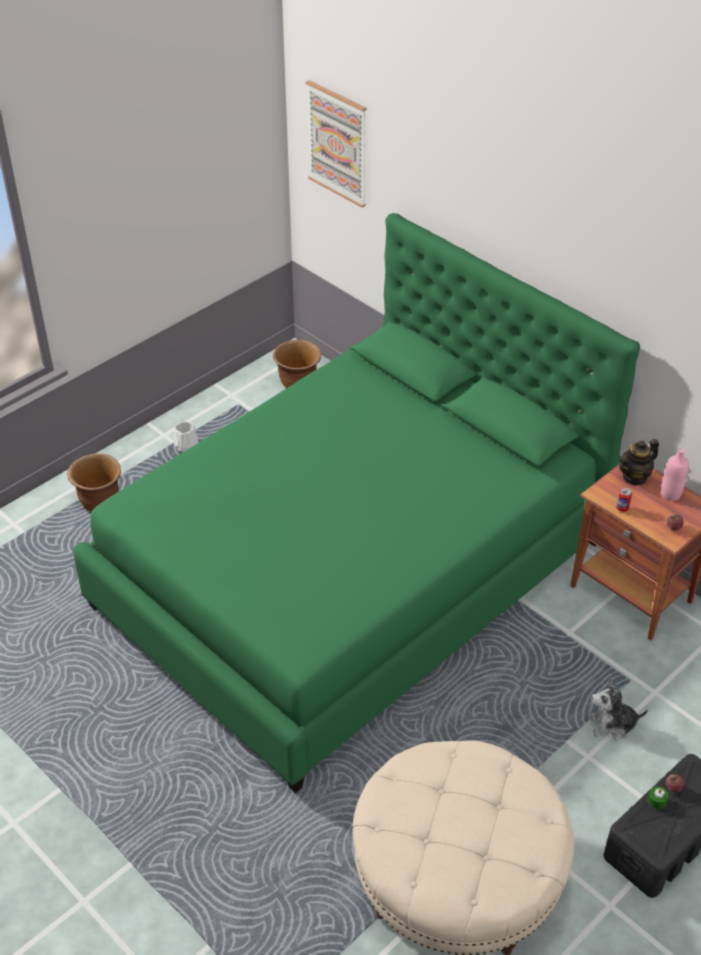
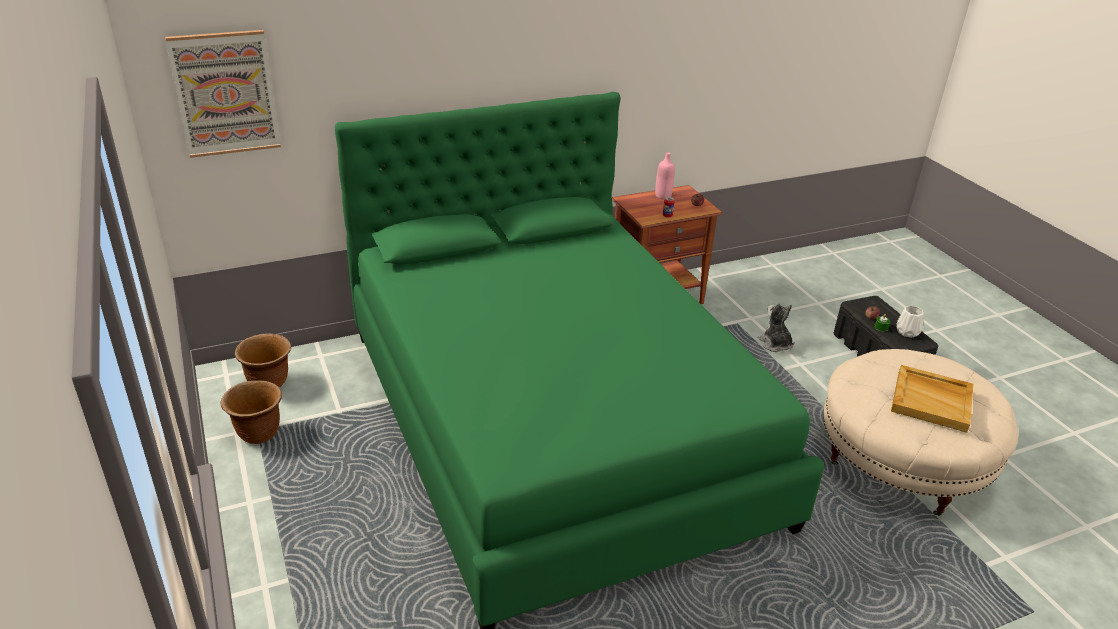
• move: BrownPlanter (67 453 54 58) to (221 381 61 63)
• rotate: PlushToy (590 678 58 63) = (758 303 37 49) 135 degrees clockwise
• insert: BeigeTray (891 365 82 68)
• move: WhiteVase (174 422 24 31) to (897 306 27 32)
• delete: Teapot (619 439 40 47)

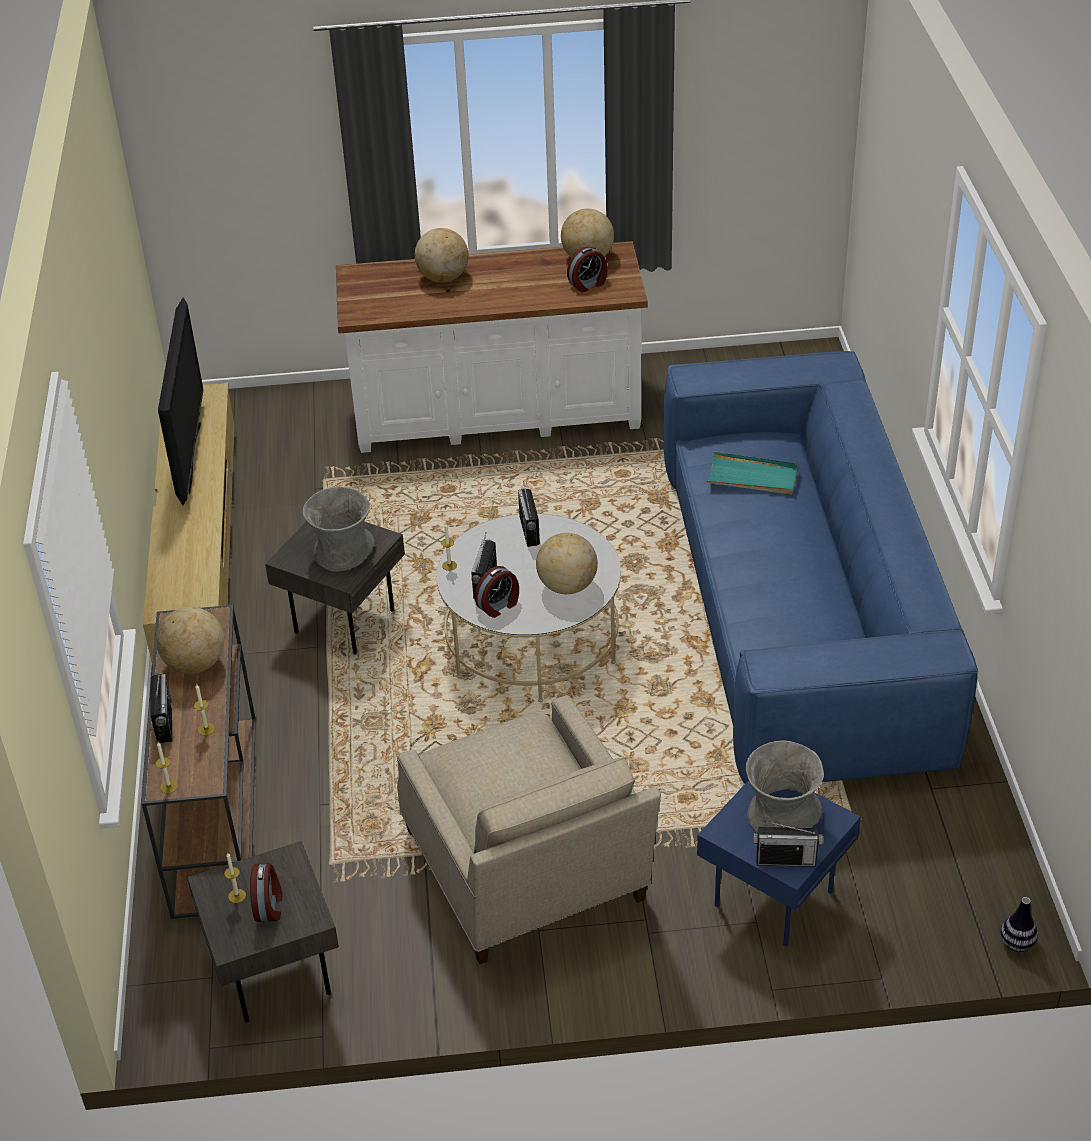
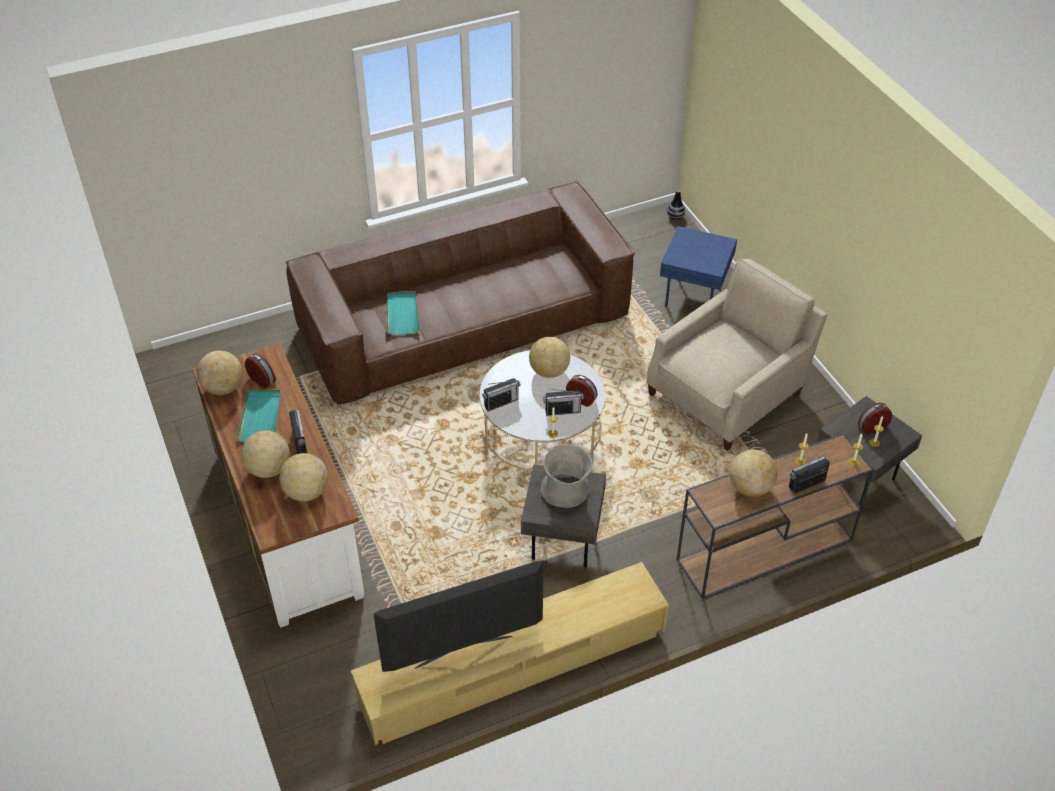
• insert: TurquoiseTray (236 390 45 53)
• insert: Globe (279 453 49 49)
• recolor: BlueSofa (664 351 314 432) to BrownSofa (286 181 349 224)
• move: Radio (753 821 70 46) to (289 409 18 45)
• delete: GreyVase (746 741 78 92)

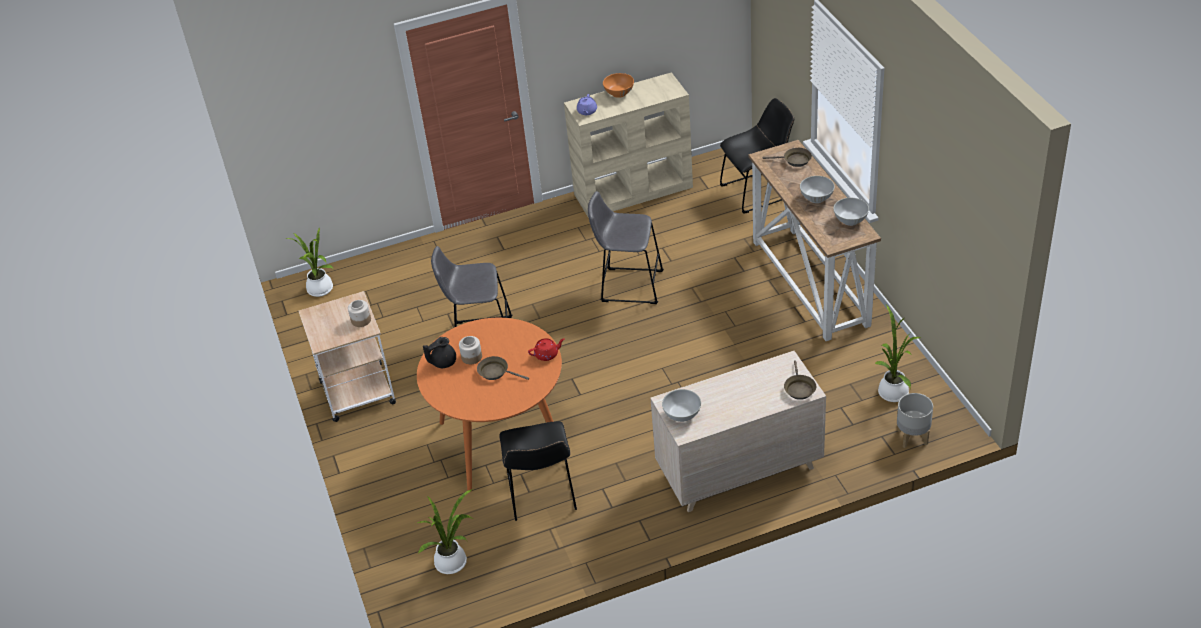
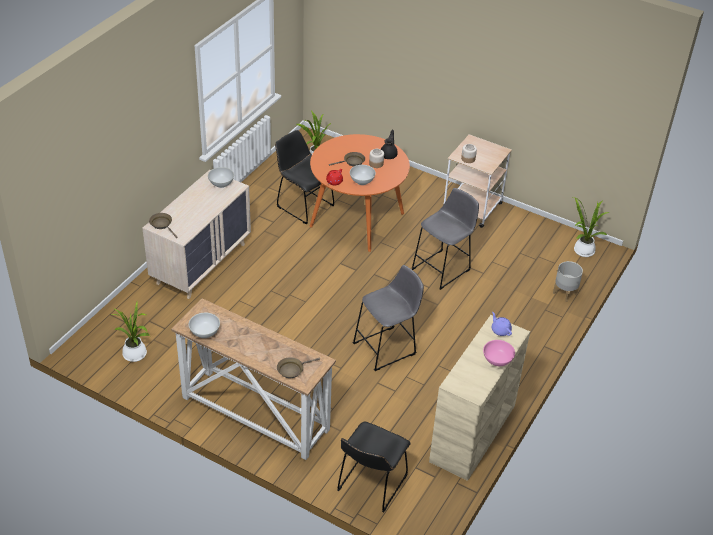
• move: WhiteBowl (800 176 35 27) to (350 165 26 20)
• recolor: OrangeBowl (603 73 31 25) to PinkBowl (483 340 32 26)
• move: GreyPlanter (897 393 36 55) to (553 261 30 41)

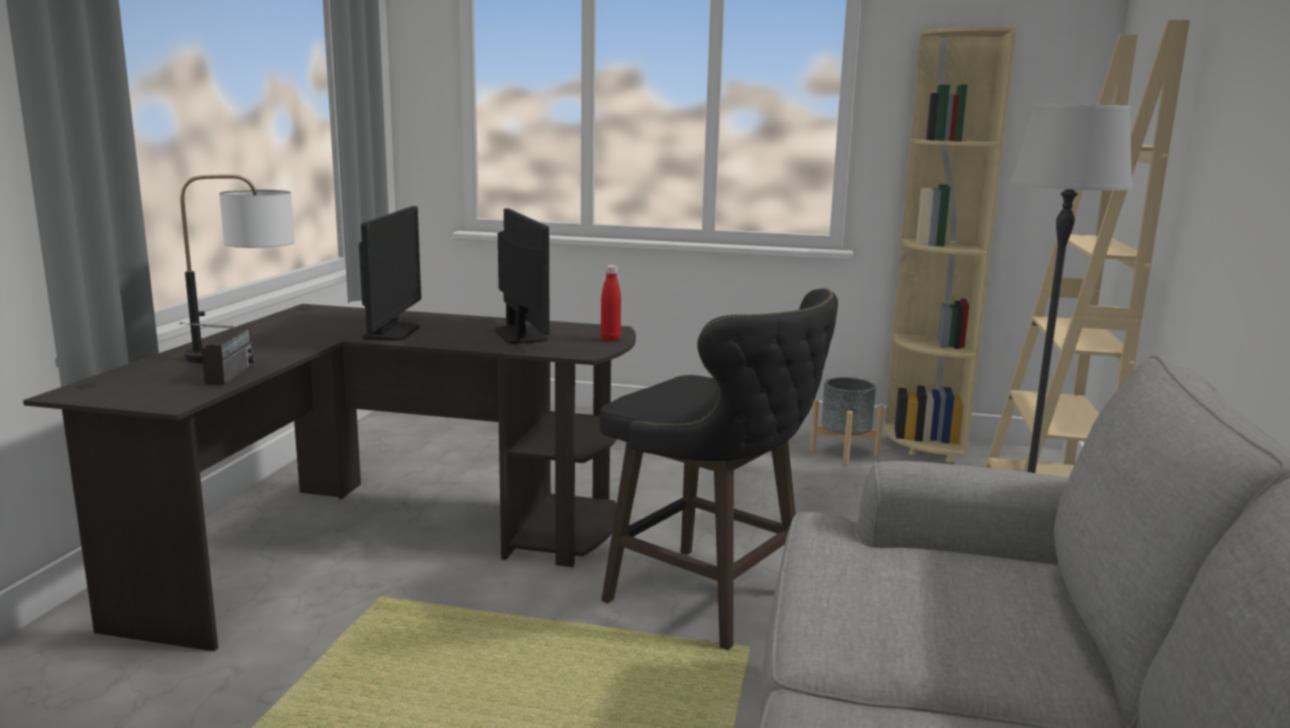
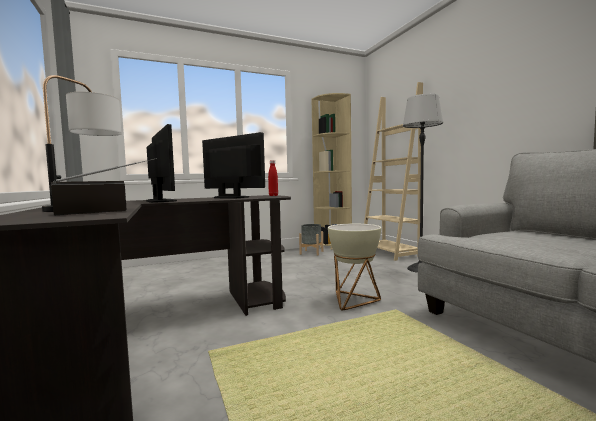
• rotate: Radio (180 322 76 63) = (51 158 106 57) 90 degrees counterclockwise
• replace: BlackStool (600 288 238 362) to Planter (328 224 53 87)

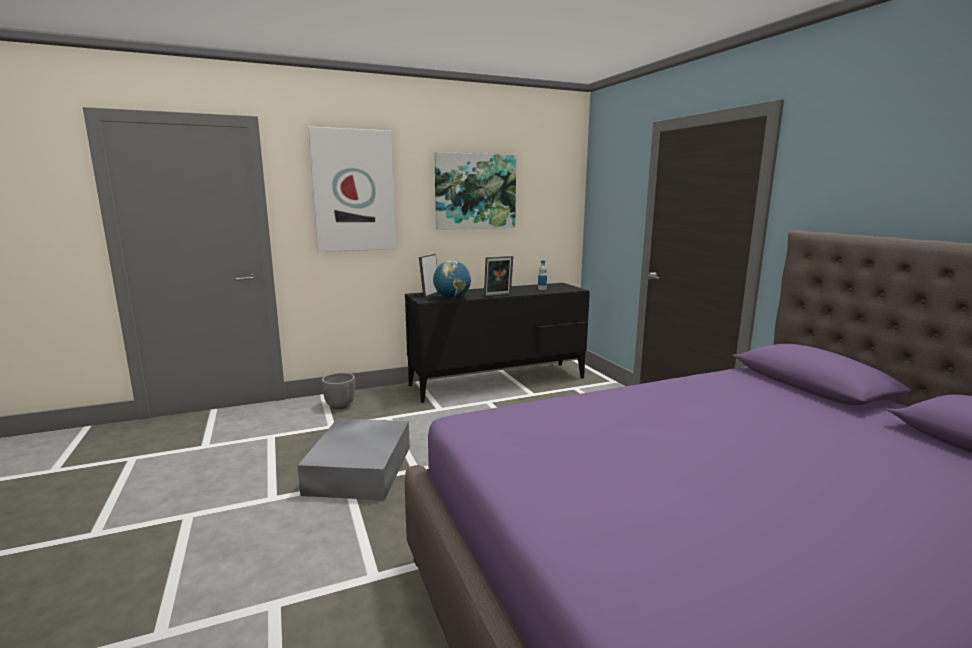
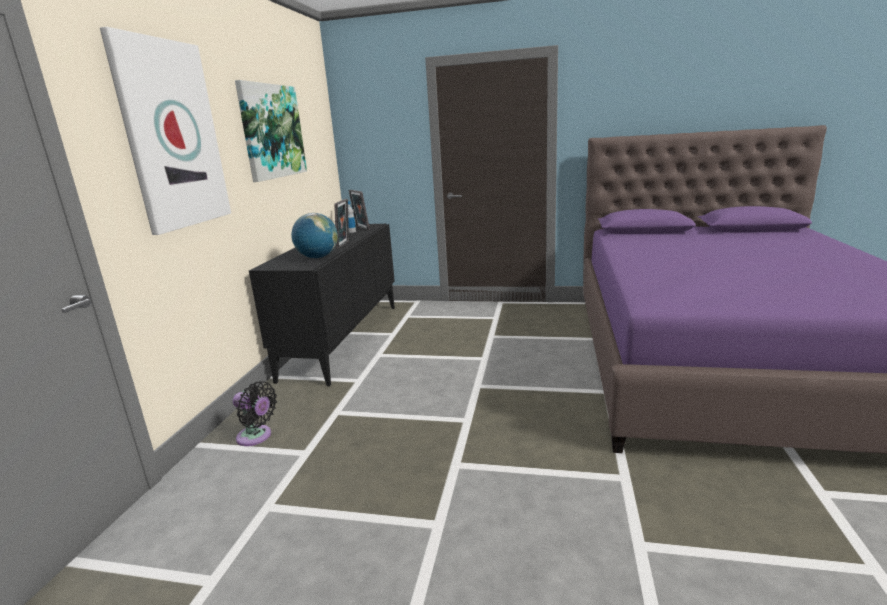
• replace: GreyPlanter (321 373 34 36) to BlackFan (233 381 44 65)
• move: PictureFrame (419 254 19 43) to (349 190 21 40)
• delete: GreyStorageBox (297 418 113 82)

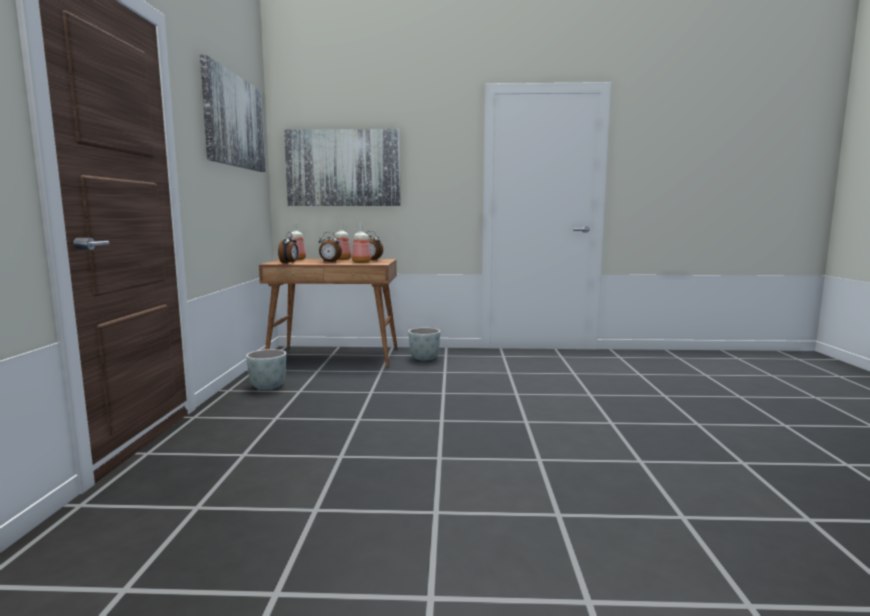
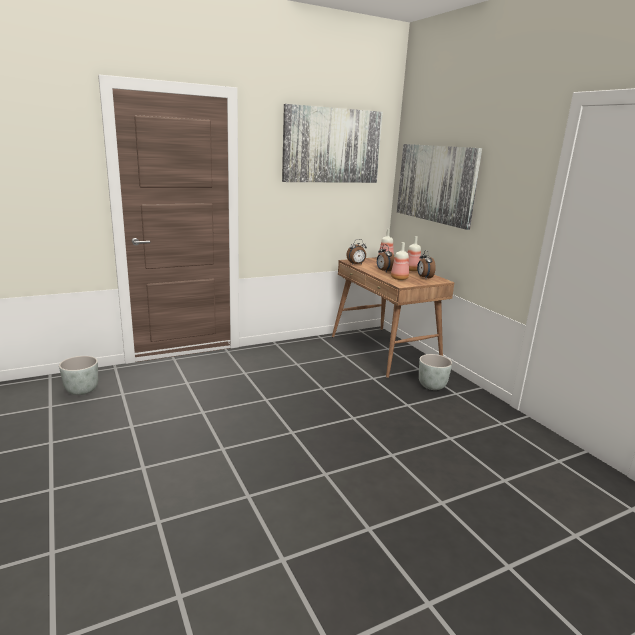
• move: GreyPlanter (246 349 40 41) to (59 356 39 39)

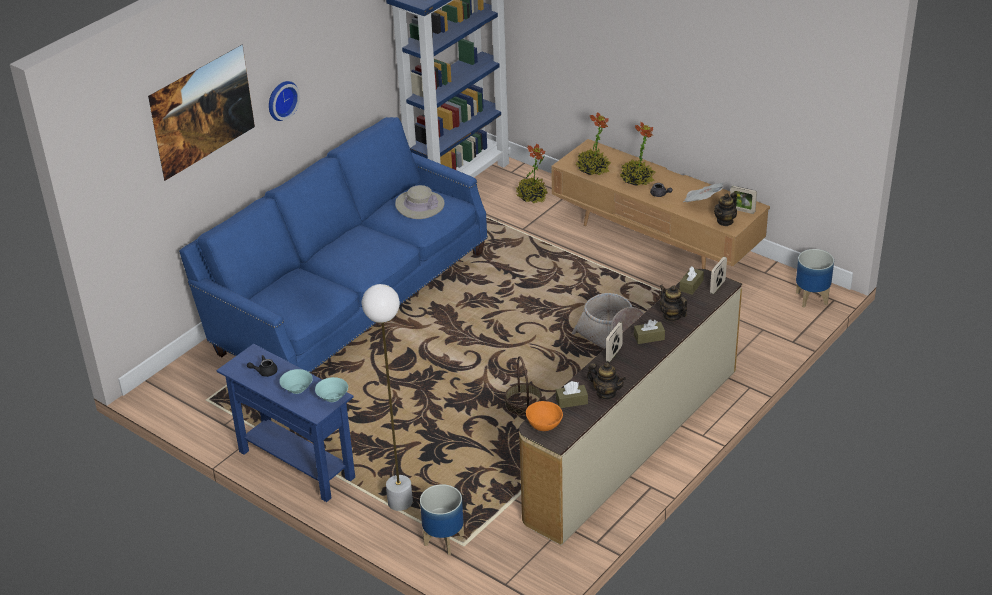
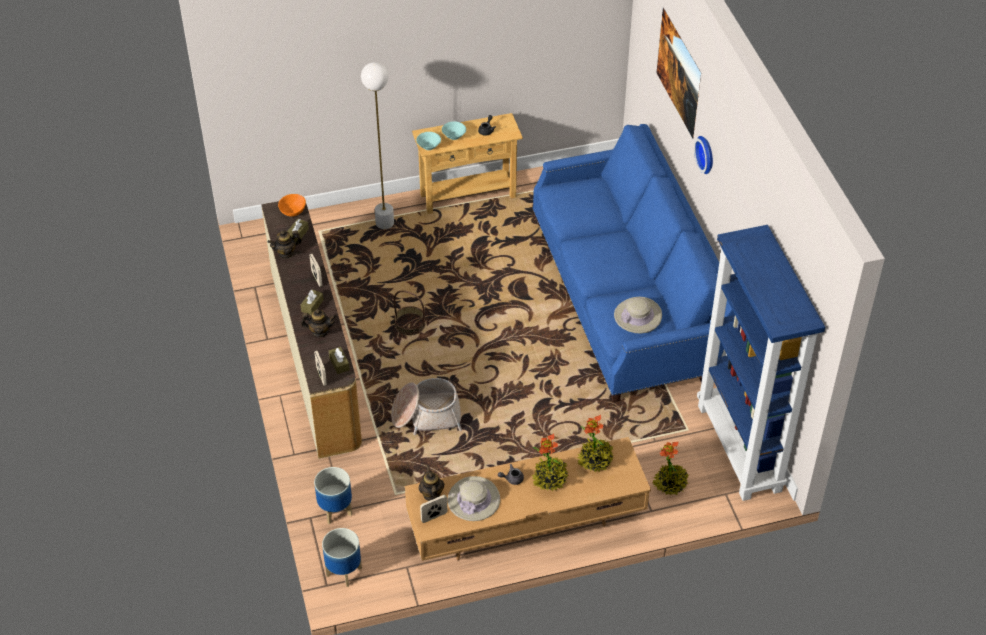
• move: Planter (420 484 44 71) to (314 467 38 57)
• recolor: BlueConsoleTable (216 344 139 158) to BeigeConsoleTable (412 113 111 101)
• replace: Newspaper (683 183 41 19) to BeigeHat (448 476 52 45)

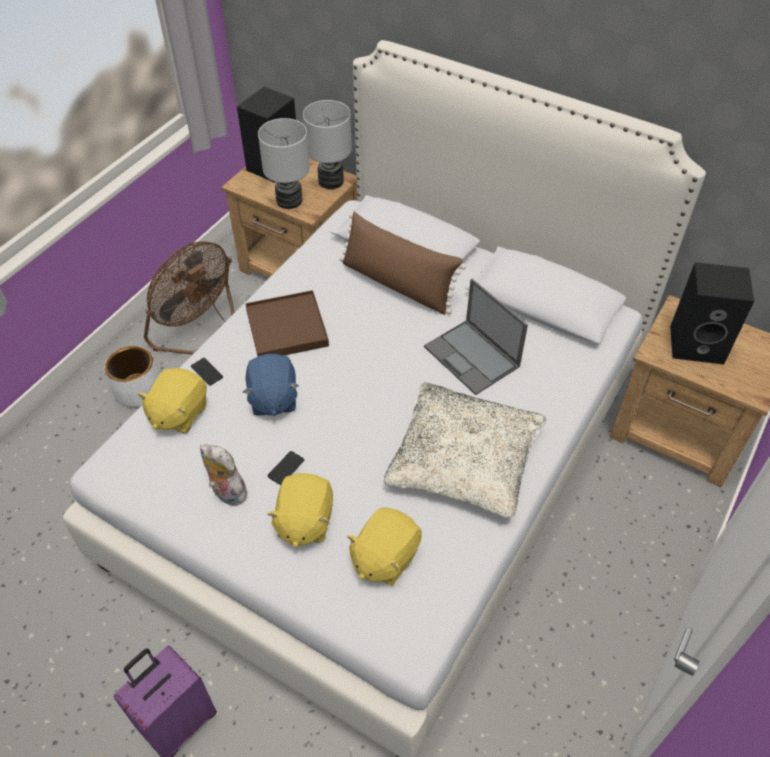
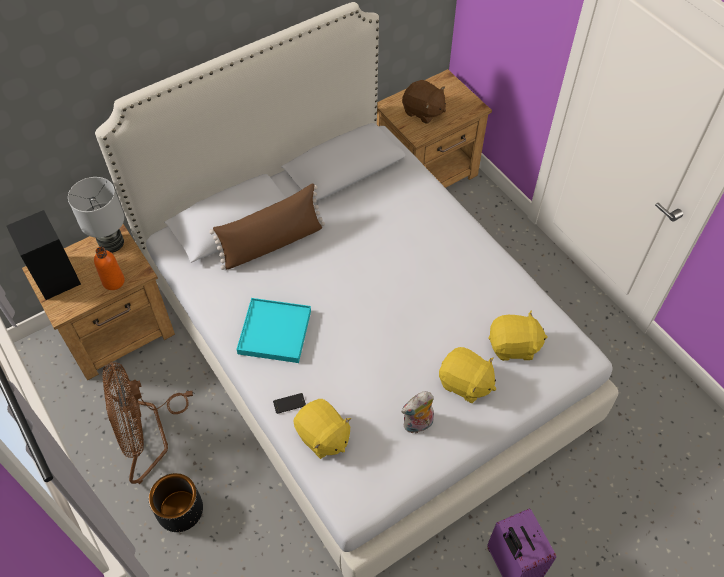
• replace: GreyTableLamp (258 118 52 91) to OrangeBottle (94 247 31 43)
• recolor: WhitePlanter (104 346 55 61) to BlackPlanter (149 473 54 59)
• recolor: BrownTray (245 290 84 66) to TurquoiseTray (236 298 75 65)
• replace: BlackSpeaker (670 262 84 103) to BrownPlushToy (402 80 44 44)
• rotate: YellowPlushToy (347 507 75 79) = (488 311 60 50) 60 degrees counterclockwise
• delete: BluePlushToy (243 354 56 62)
• delete: Phone (267 451 37 34)
• delete: BeigePillow (384 382 162 137)
• delete: Laptop (424 279 104 116)

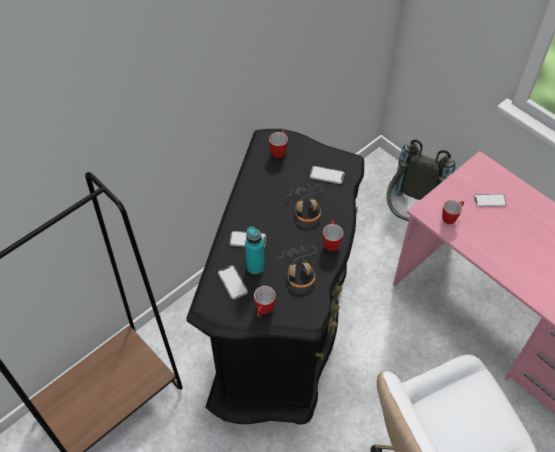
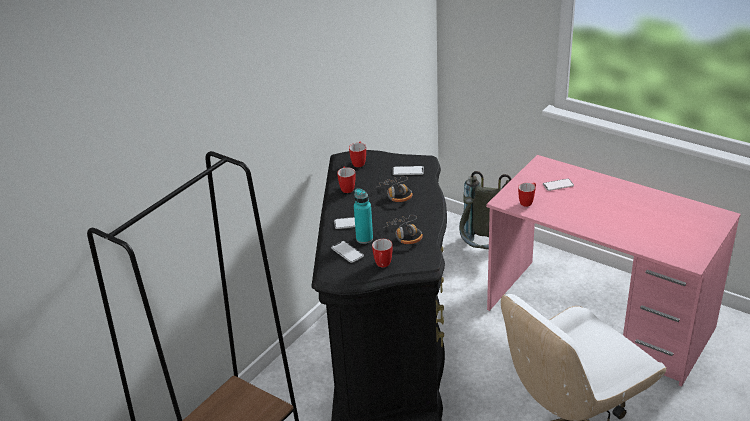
• move: Mug (323 220 20 31) to (337 166 18 27)

